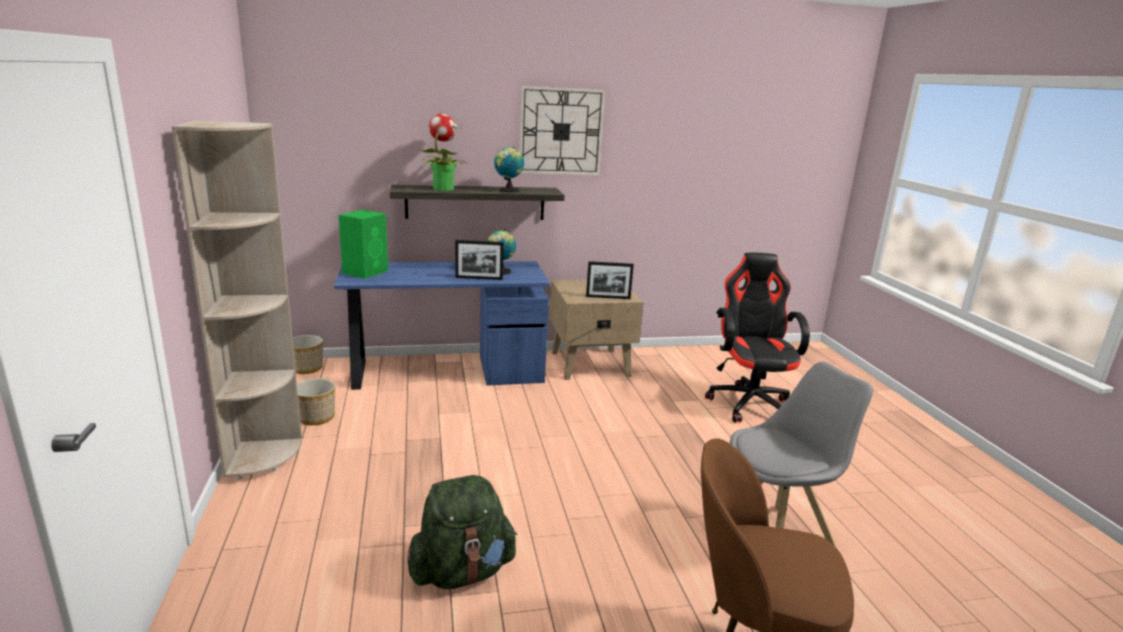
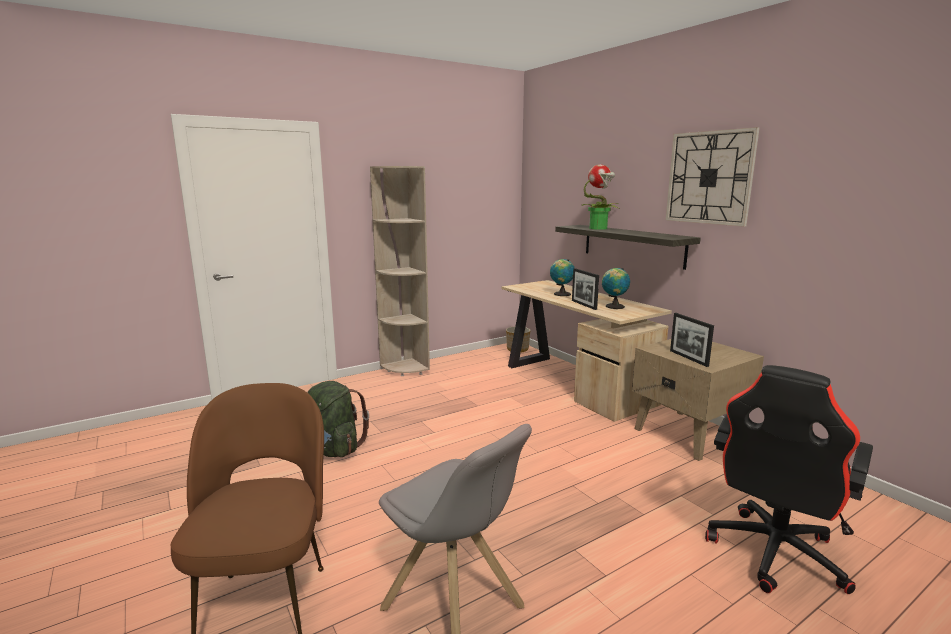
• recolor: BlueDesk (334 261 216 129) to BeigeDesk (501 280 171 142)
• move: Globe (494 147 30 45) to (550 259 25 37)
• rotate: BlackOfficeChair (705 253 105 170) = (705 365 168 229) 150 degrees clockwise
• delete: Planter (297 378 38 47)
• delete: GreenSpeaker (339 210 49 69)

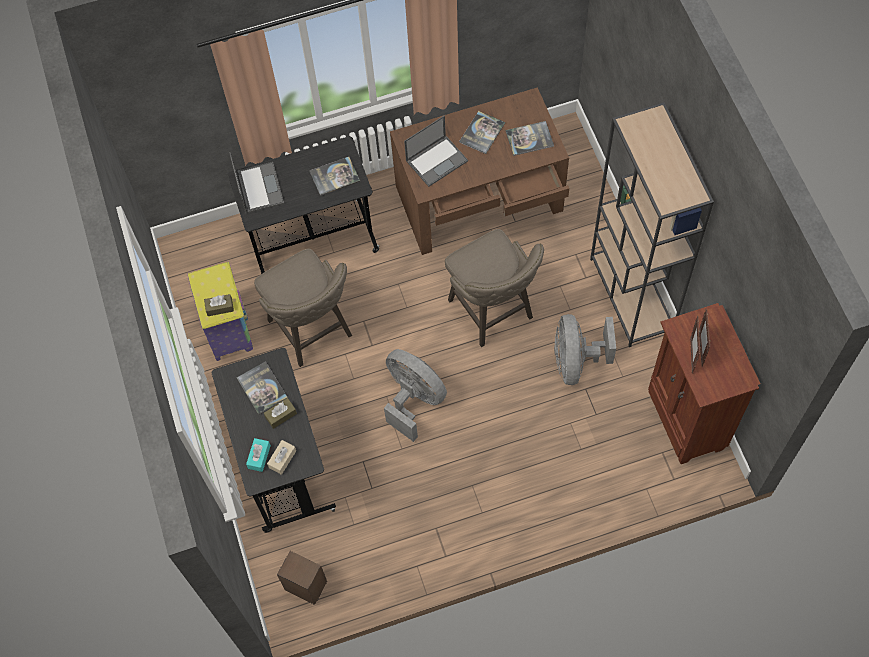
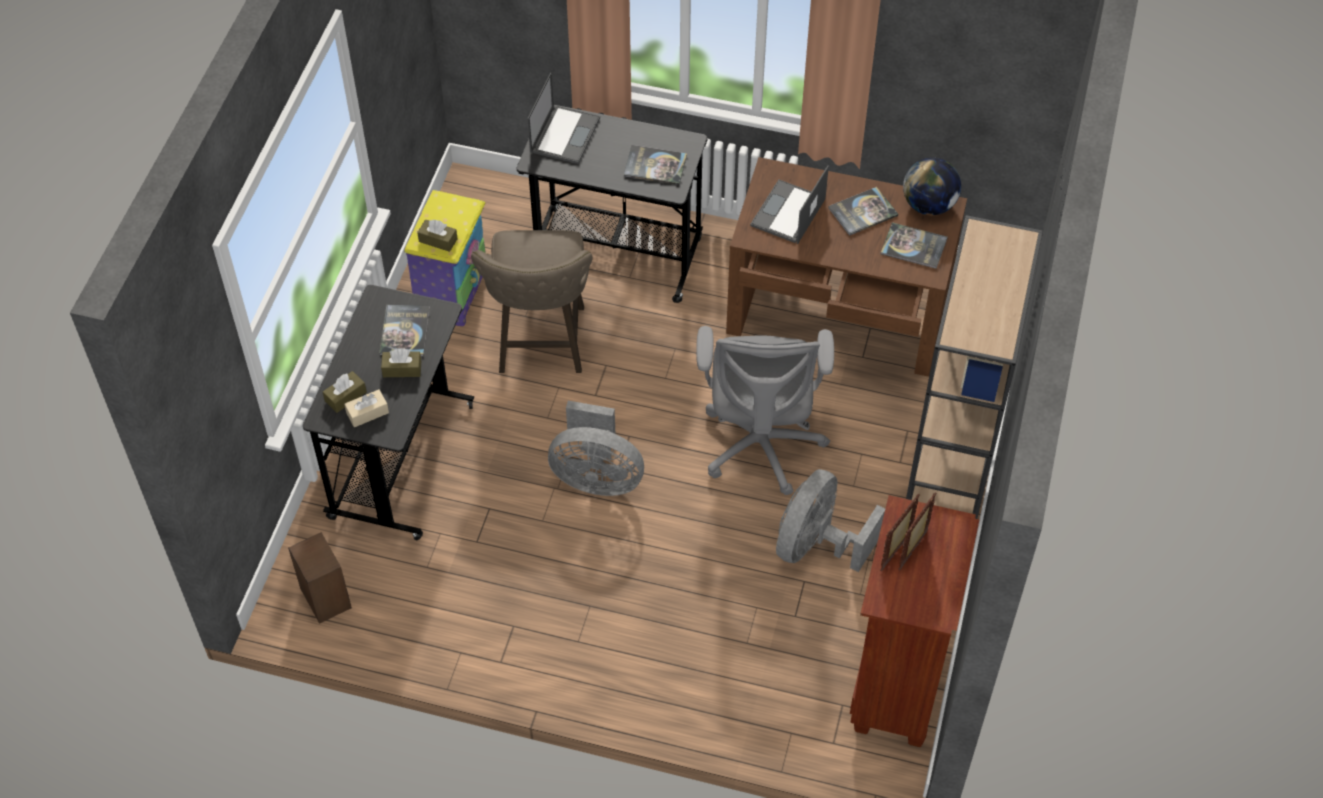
• recolor: TurquoiseTissueBox (246 438 25 34) to BrownTissueBox (323 371 44 42)
• rotate: GreyFan (384 349 63 93) = (548 401 96 95) 120 degrees clockwise
• replace: BeigeStool (445 229 99 118) to GreyOfficeChair (696 326 138 169)
• rotate: Laptop (404 115 64 72) = (750 166 79 78) 120 degrees clockwise
• insert: Globe (903 157 58 58)

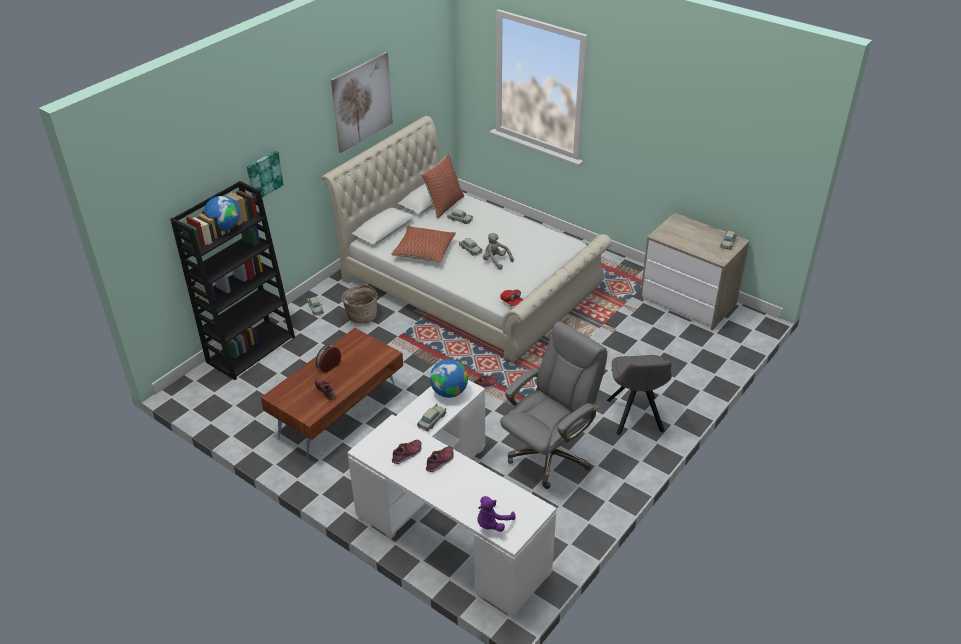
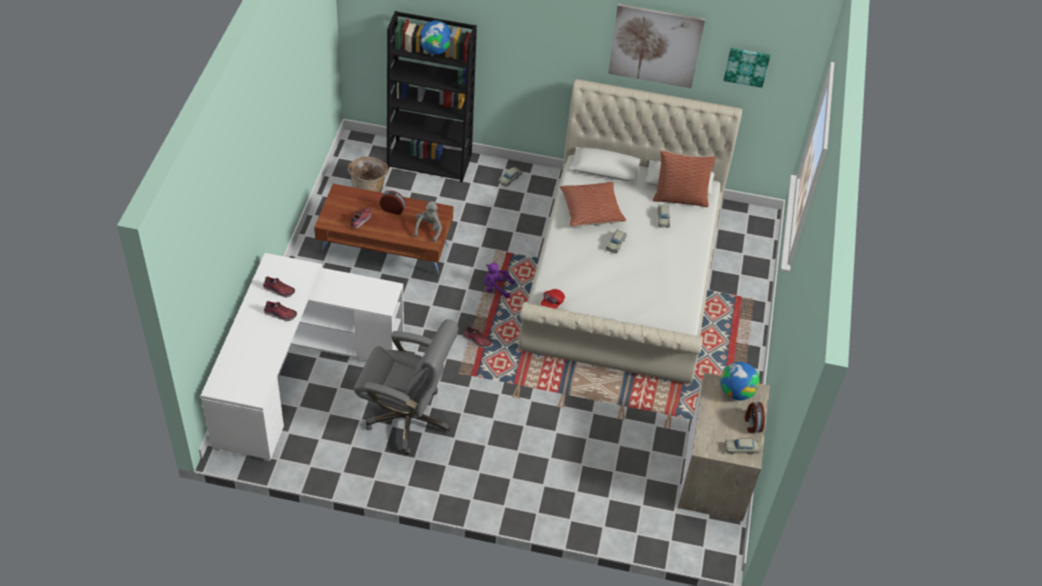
• move: Basket (342 284 35 40) to (347 156 42 36)
• move: GreyPlushToy (483 233 31 37) to (414 201 28 41)
• move: PurplePlushToy (477 496 38 36) to (484 263 31 35)
• move: Globe (430 359 38 39) to (721 362 38 38)
• move: Picture (247 151 37 48) to (723 48 47 40)
• insert: AlarmClock (745 402 20 31)
• delete: BeigeToyCar (417 404 30 28)
• delete: GreyChair (607 355 65 80)

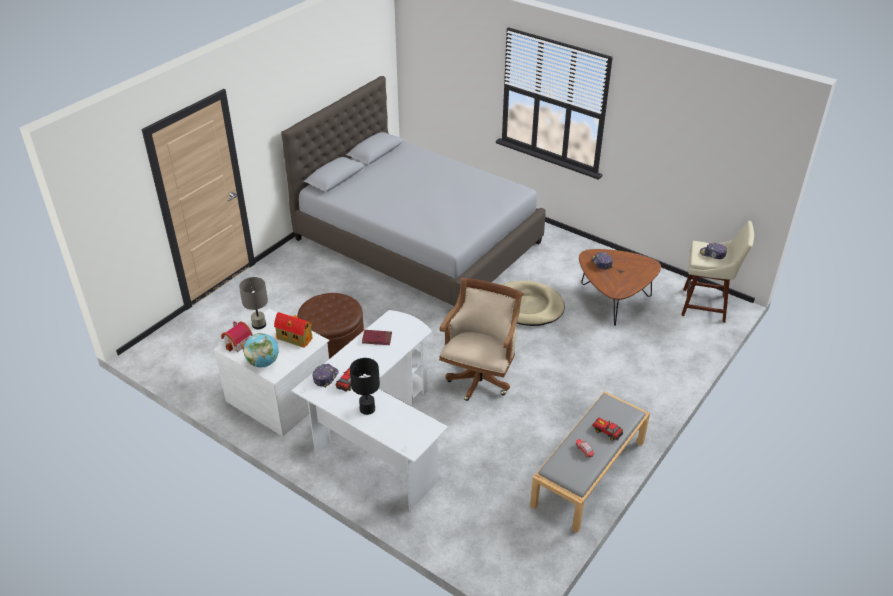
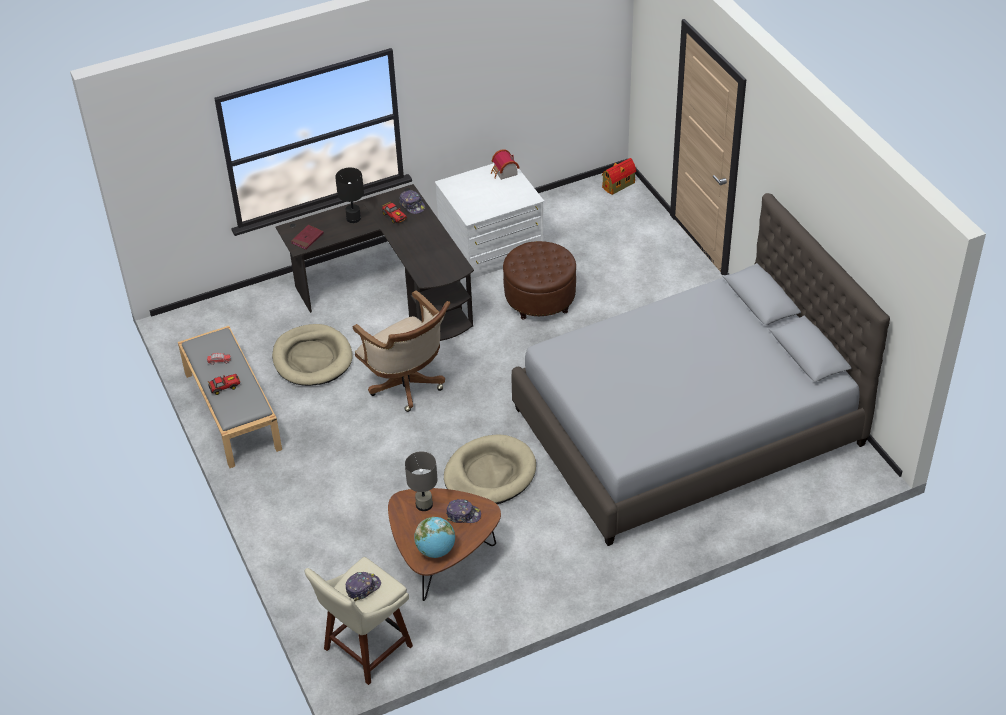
• insert: BeigeDogBed (272 324 81 62)
• recolor: WhiteDesk (291 310 157 201) to BlackDesk (276 184 198 157)
• move: RedBook (362 330 30 15) to (291 225 33 25)
• move: GreyTableLamp (239 277 29 52) to (405 451 32 60)
• move: Globe (244 333 35 34) to (414 517 41 41)
• move: ToyHouse (274 312 39 36) to (602 158 34 37)

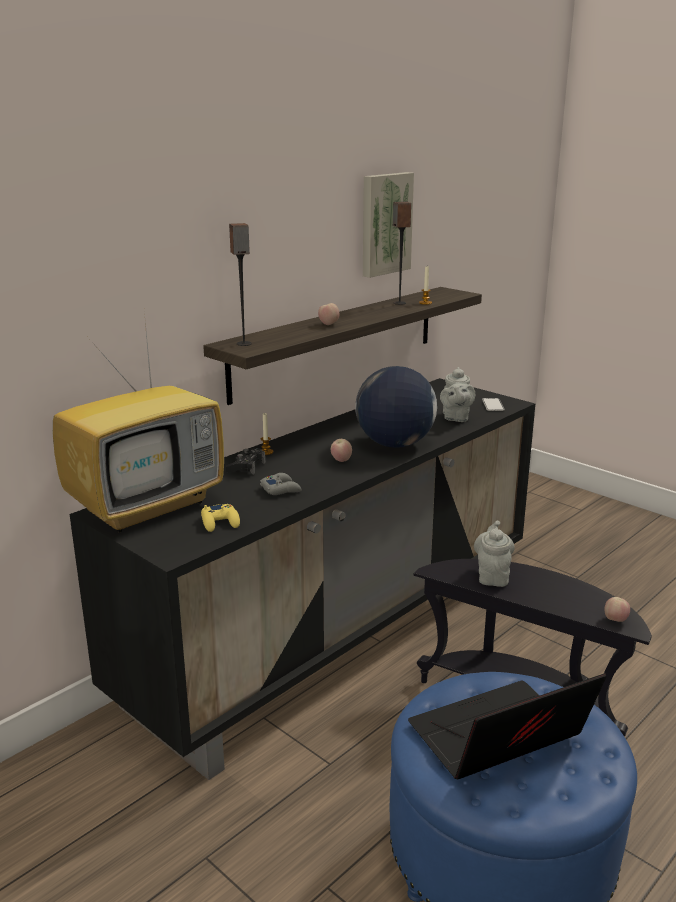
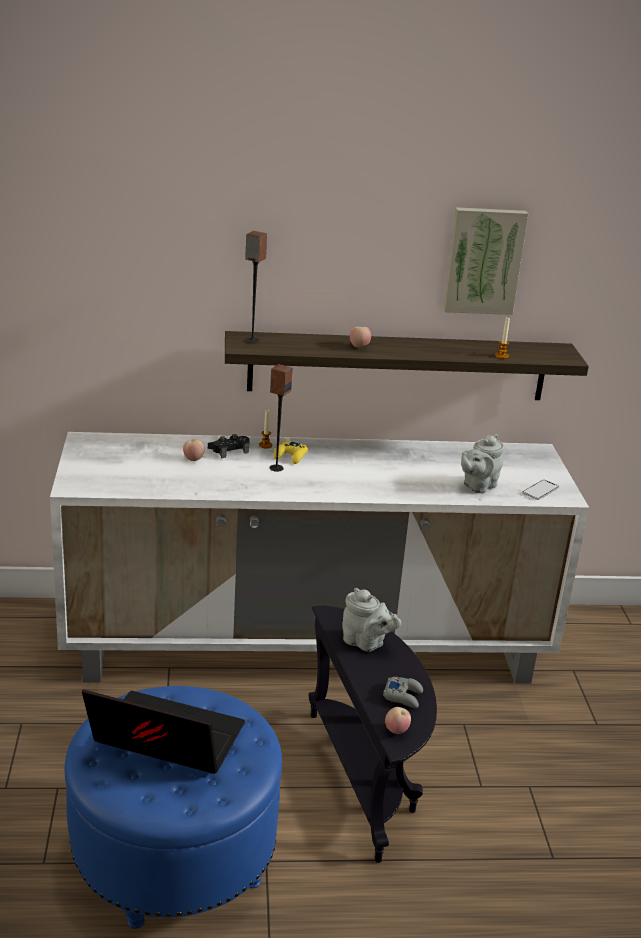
• recolor: BlackTvStand (70 378 465 402) to WhiteTvStand (50 432 539 252)
• move: Apple (331 439 21 23) to (183 439 21 22)
• move: Speaker (393 201 18 104) to (270 364 22 108)
• move: YellowGameController (201 504 39 28) to (273 439 35 25)
• rotate: GreyTeapot (474 521 41 66) = (342 588 59 64) 75 degrees clockwise
• move: GreyGameController (260 473 42 22) to (383 677 40 31)
• delete: Television (53 312 171 220)
• delete: Globe (355 366 82 82)

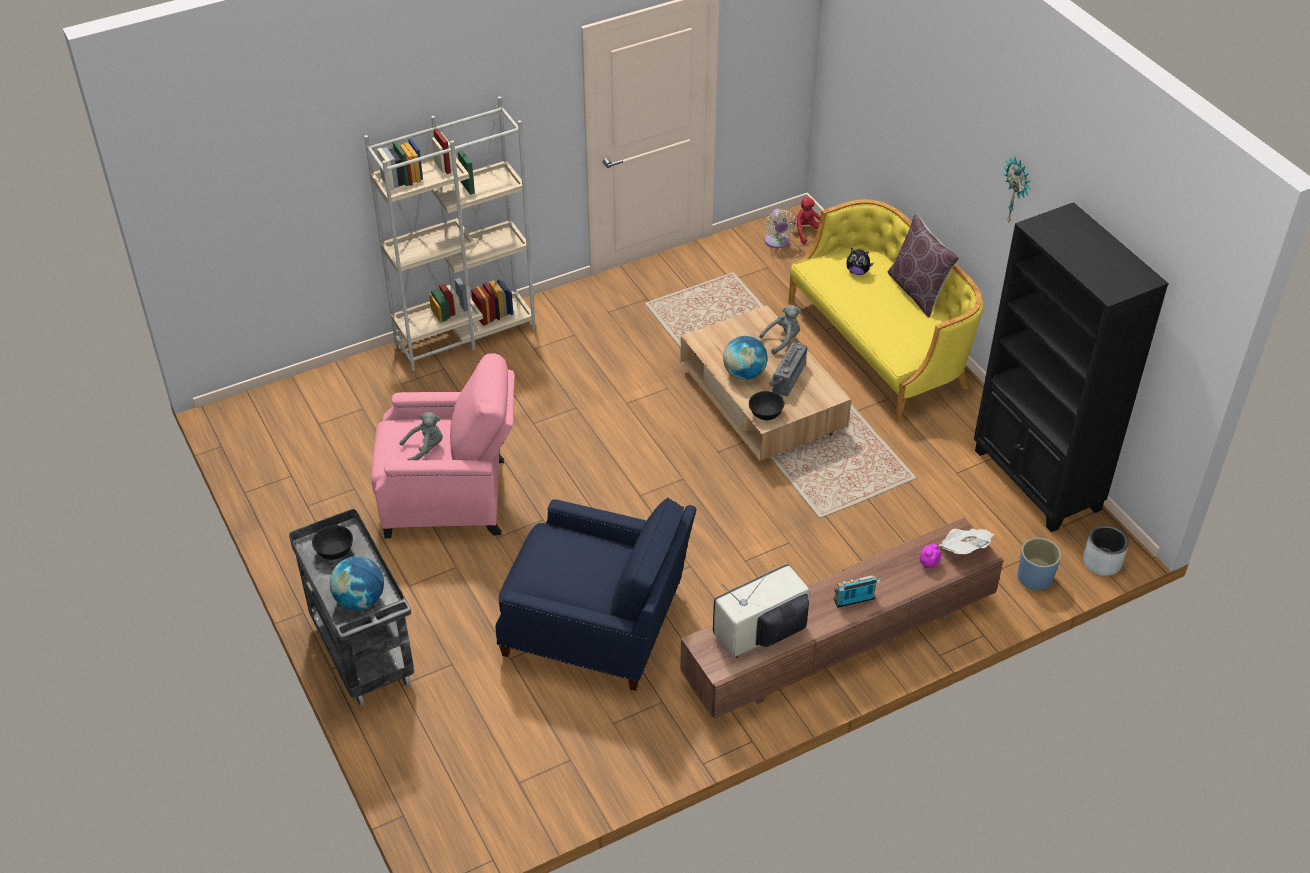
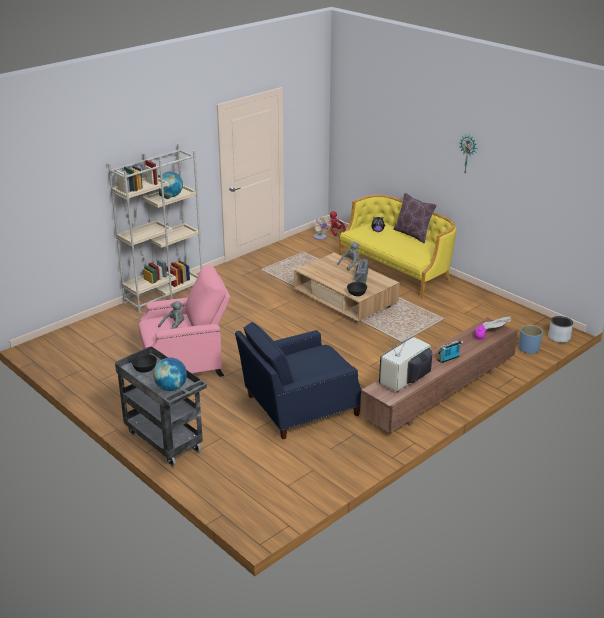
• move: Globe (723 336 45 44) to (158 172 25 25)
• rotate: BlueArmchair (495 498 202 193) = (235 322 126 117) 150 degrees clockwise
• delete: BlackBookcase (974 202 195 330)

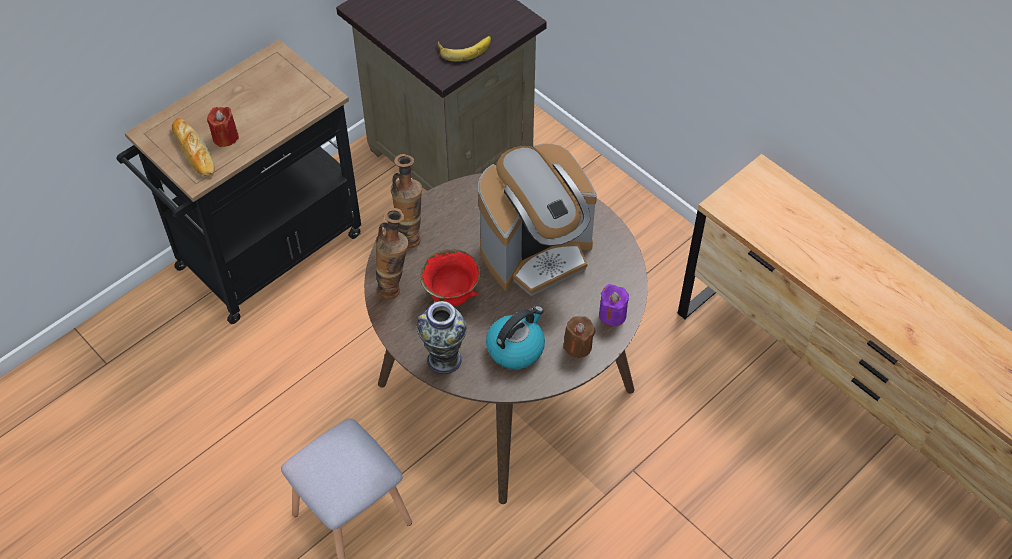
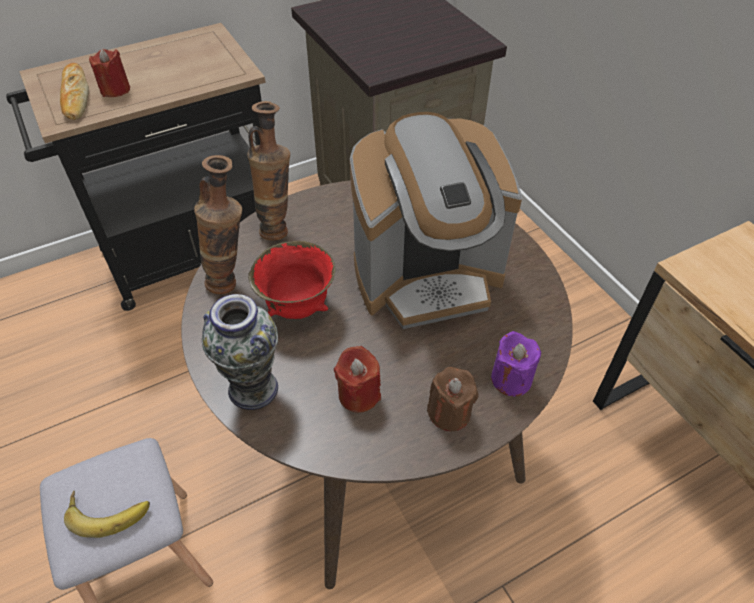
• move: Banana (438 36 53 26) to (64 491 86 47)
• replace: Kettle (486 306 59 63) to RedCandle (334 346 47 67)

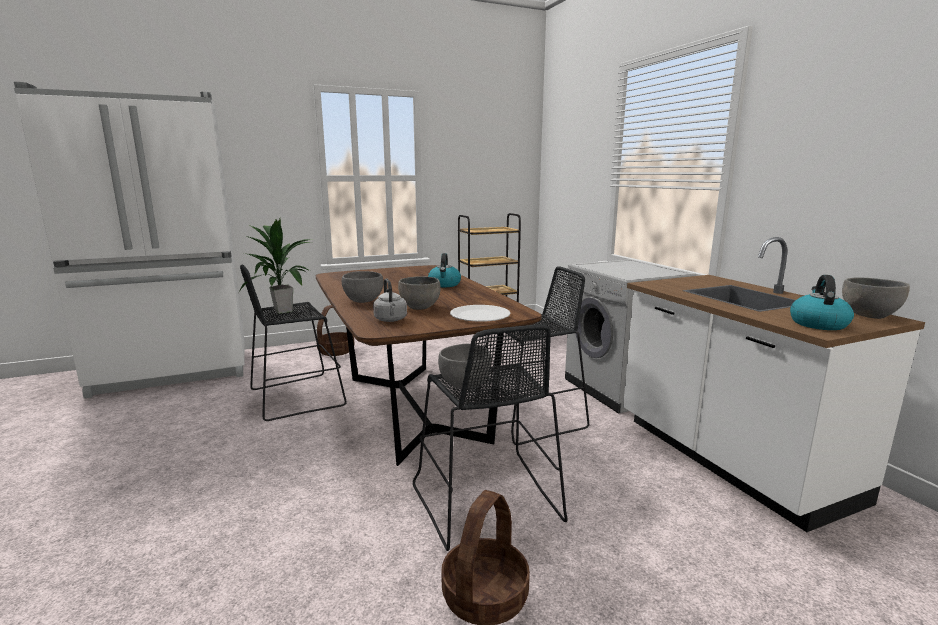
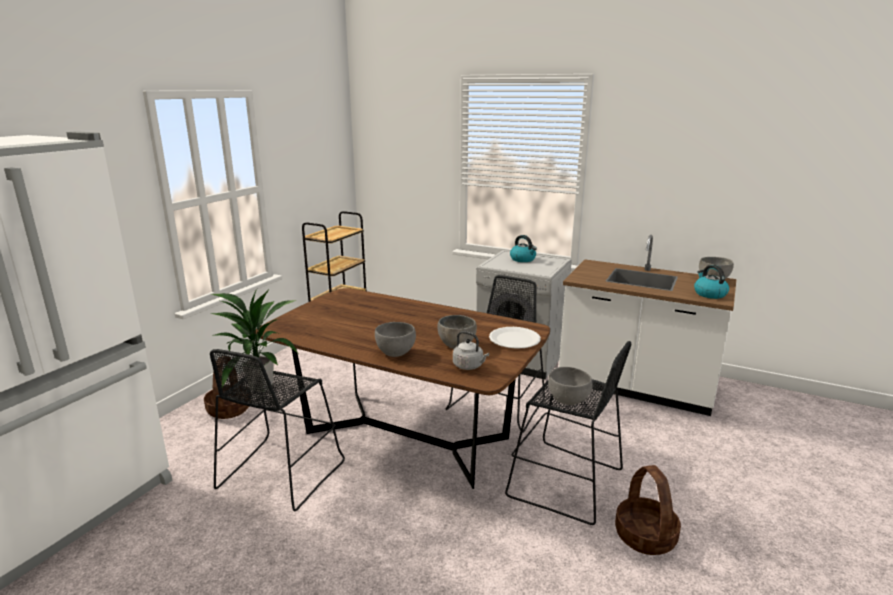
• move: Kettle (428 253 33 34) to (510 235 27 27)

